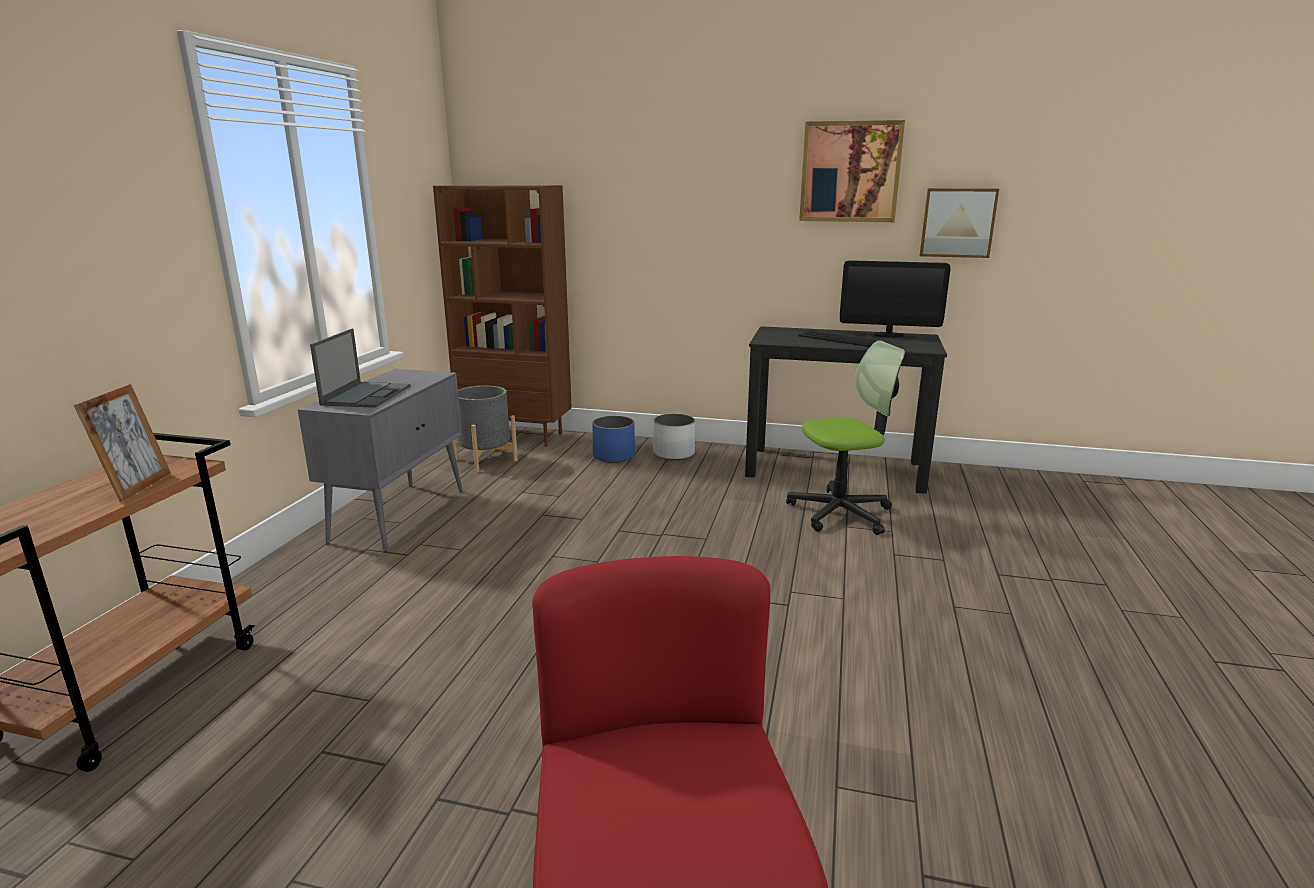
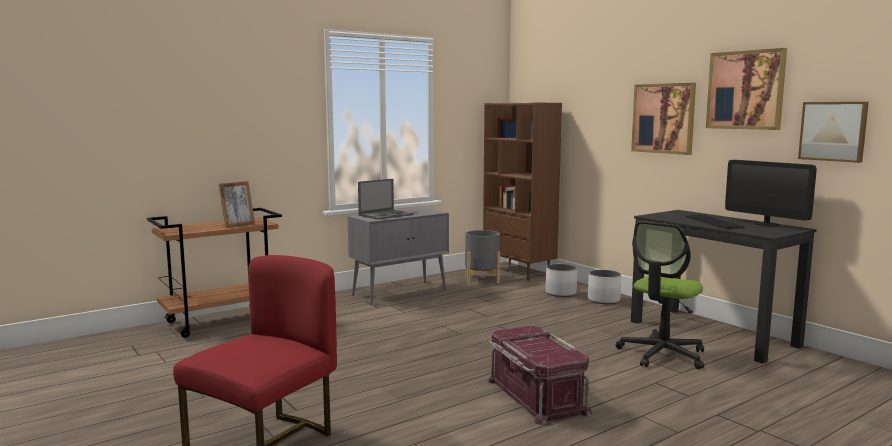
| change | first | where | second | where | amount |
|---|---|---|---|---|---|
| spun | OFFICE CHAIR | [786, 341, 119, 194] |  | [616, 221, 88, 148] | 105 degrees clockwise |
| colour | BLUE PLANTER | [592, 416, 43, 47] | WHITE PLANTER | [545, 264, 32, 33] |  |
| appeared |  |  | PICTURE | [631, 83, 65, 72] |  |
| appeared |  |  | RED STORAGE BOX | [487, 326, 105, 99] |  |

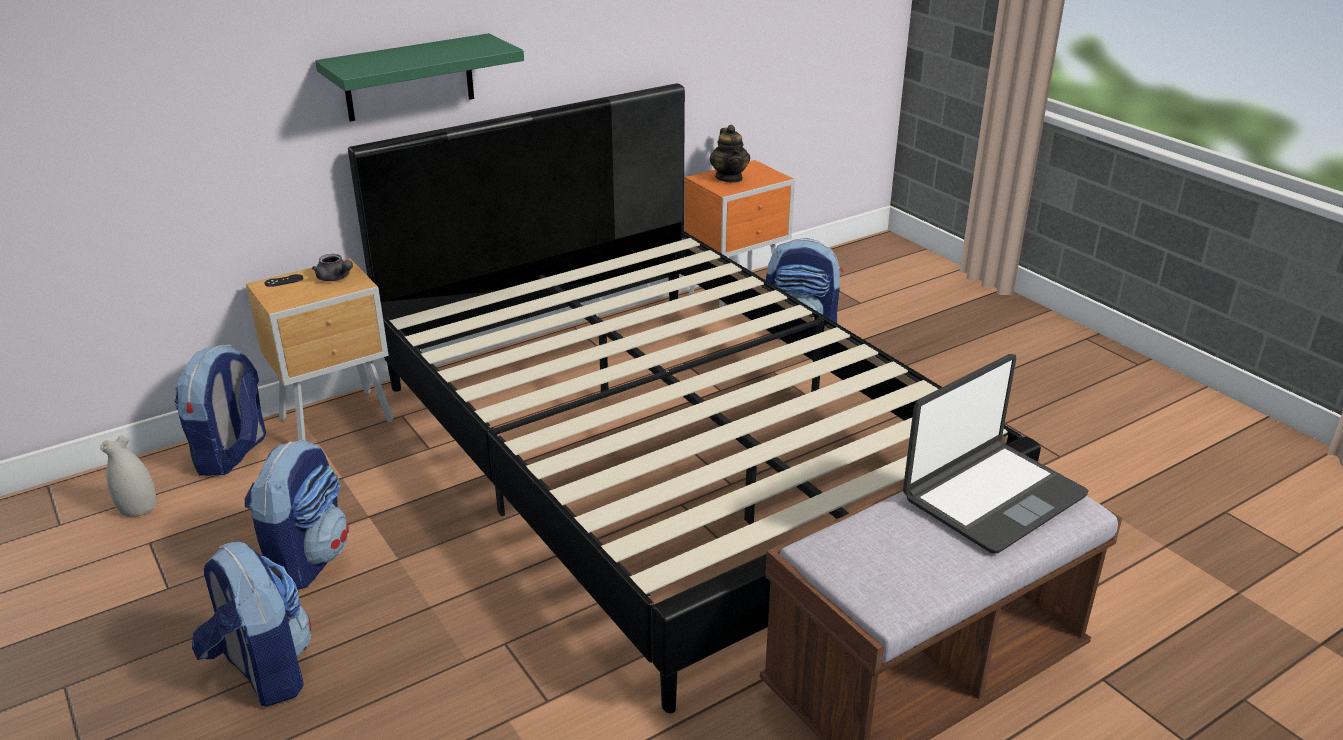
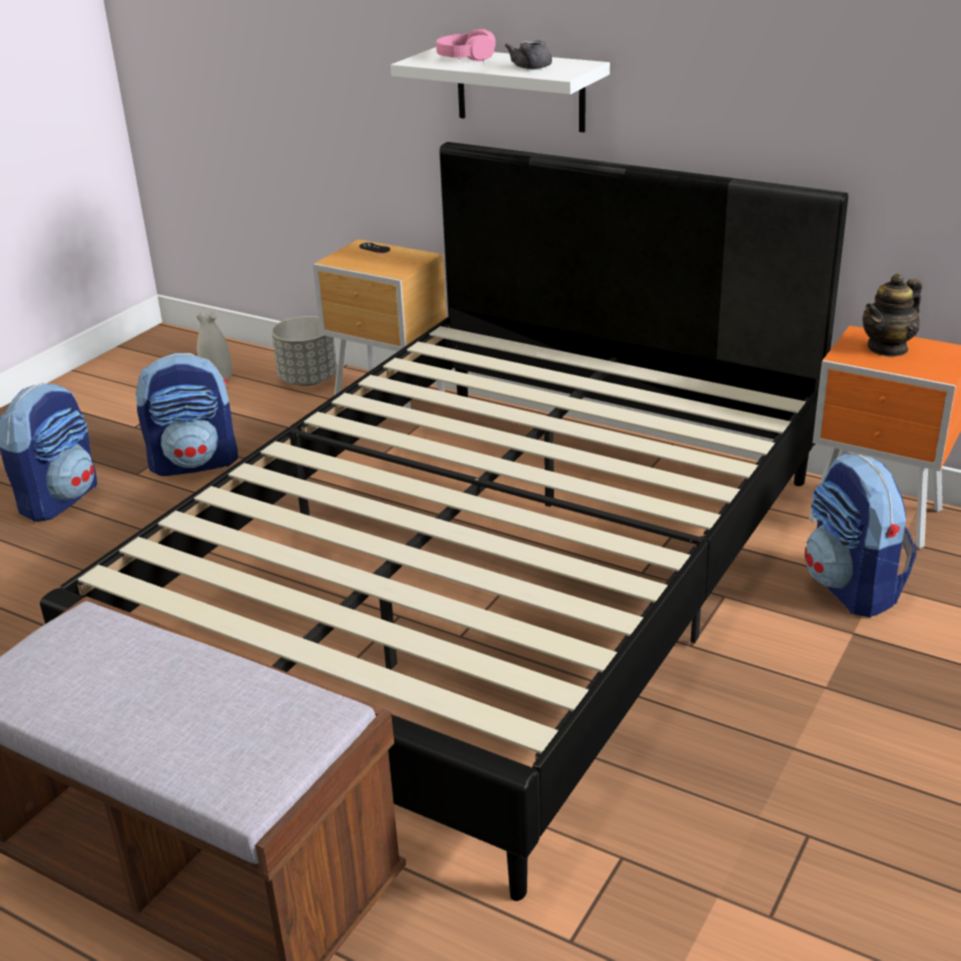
| change | first | where | second | where | amount |
|---|---|---|---|---|---|
| colour | GREEN SHELF | [315, 33, 209, 89] | WHITE SHELF | [391, 47, 219, 85] |  |
| relocated | GREY TEAPOT | [312, 254, 41, 27] |  | [505, 40, 47, 29] |  |
| exchanged | BACKPACK | [174, 344, 92, 132] | GREY PLANTER | [272, 316, 65, 70] |  |
| missing | LAPTOP | [903, 354, 186, 200] |  |  |  |
| appeared |  |  | PINK HEADPHONES | [436, 29, 60, 32] |  |

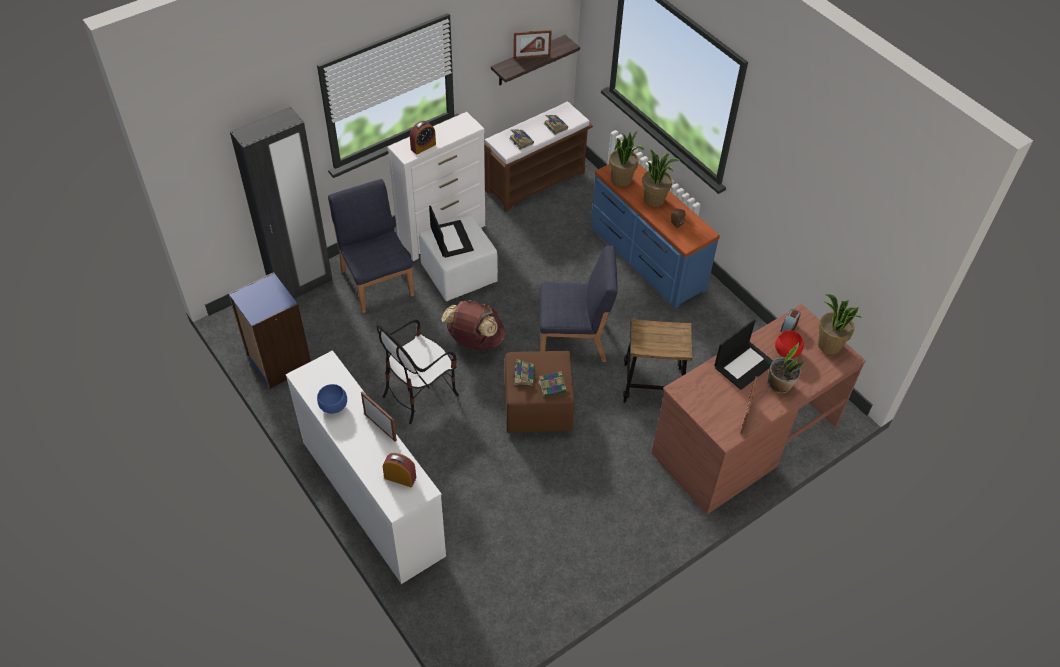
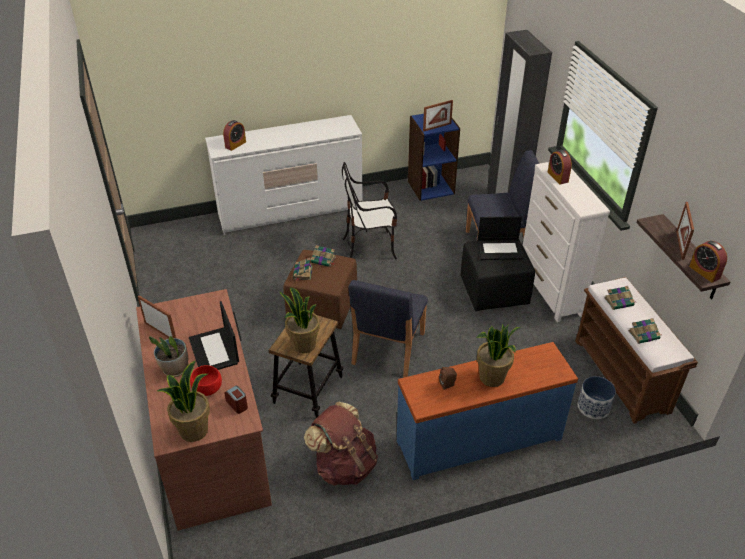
| change | first | where | second | where | amount |
|---|---|---|---|---|---|
| relocated | POTTED PLANT | [609, 131, 35, 56] |  | [280, 288, 40, 65] |  |
| colour | WHITE OTTOMAN | [419, 215, 79, 86] | BLACK OTTOMAN | [460, 240, 75, 71] |  |
| relocated | BROWN BACKPACK | [441, 300, 65, 50] |  | [304, 401, 74, 85] |  |
| spun | CHAIR | [376, 320, 83, 104] |  | [342, 162, 55, 97] | 75 degrees counterclockwise |
| missing | BLUE BOWL | [317, 384, 30, 30] |  |  |  |
| relocated | PICTURE FRAME | [361, 391, 36, 51] |  | [423, 100, 30, 31] |  |
| appeared |  |  | ALARM CLOCK | [689, 241, 38, 42] |  |
| appeared |  |  | PLANTER | [578, 376, 38, 43] |  |

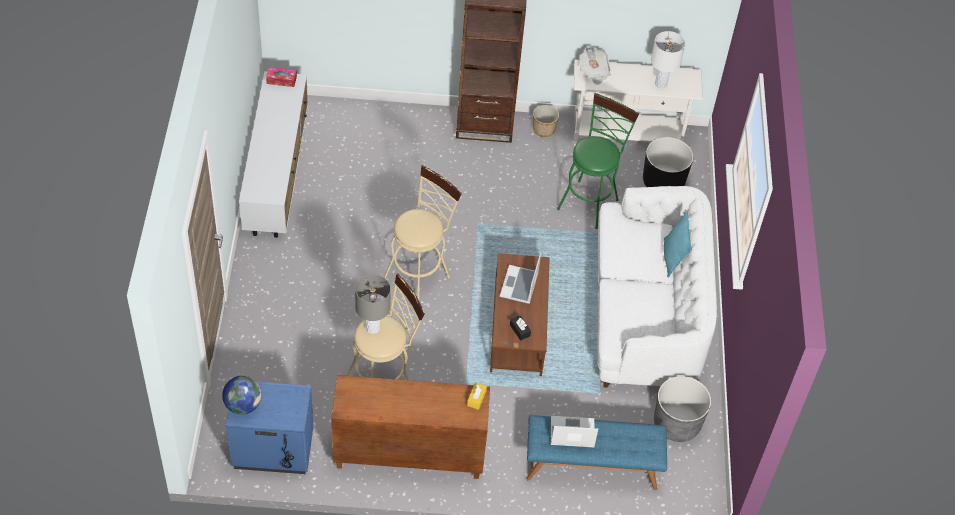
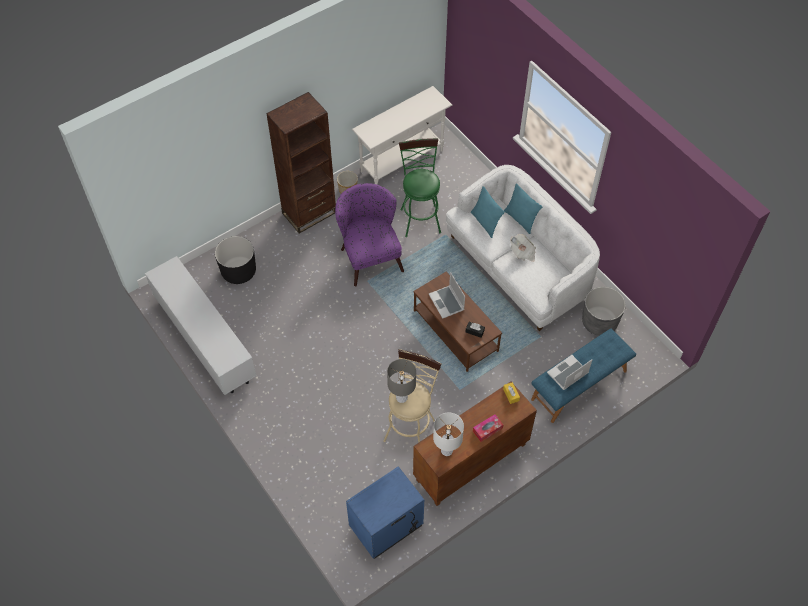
| change | first | where | second | where | amount |
|---|---|---|---|---|---|
| relocated | WHITE TABLE LAMP | [651, 31, 34, 57] |  | [433, 412, 31, 44] |  |
| relocated | NEWSPAPER | [579, 46, 32, 39] |  | [510, 234, 26, 28] |  |
| relocated | TISSUE BOX | [266, 67, 31, 20] |  | [473, 414, 30, 28] |  |
| relocated | BLACK PLANTER | [643, 137, 50, 50] |  | [215, 236, 41, 48] |  |
| missing | BEIGE STOOL | [384, 165, 78, 135] |  |  |  |
| missing | GLOBE | [222, 376, 40, 39] |  |  |  |
| appeared |  |  | PURPLE ARMCHAIR | [335, 183, 69, 103] |  |
| appeared |  |  | TURQUOISE PILLOW | [471, 186, 34, 52] |  |

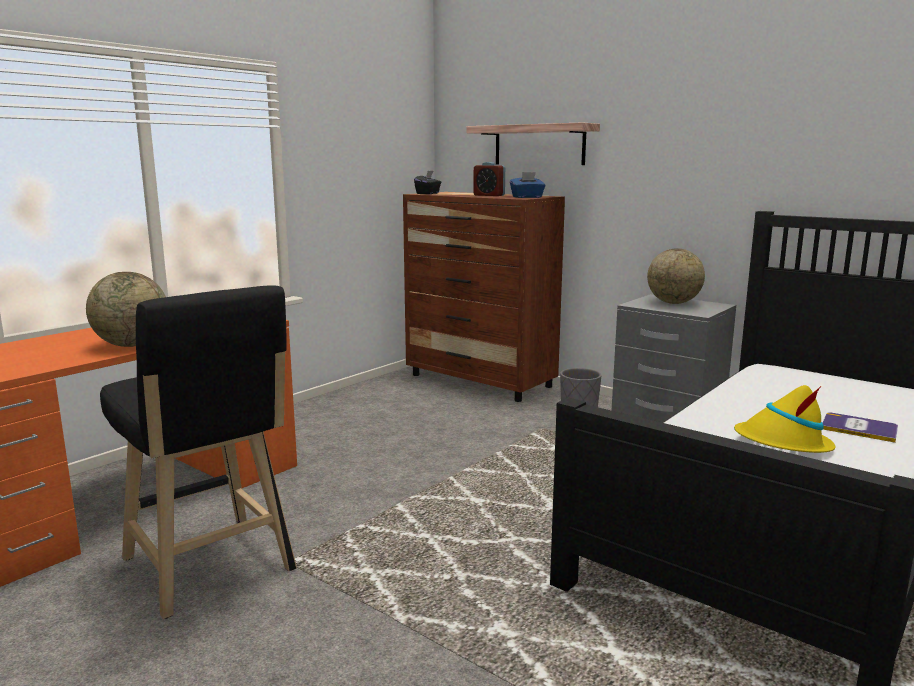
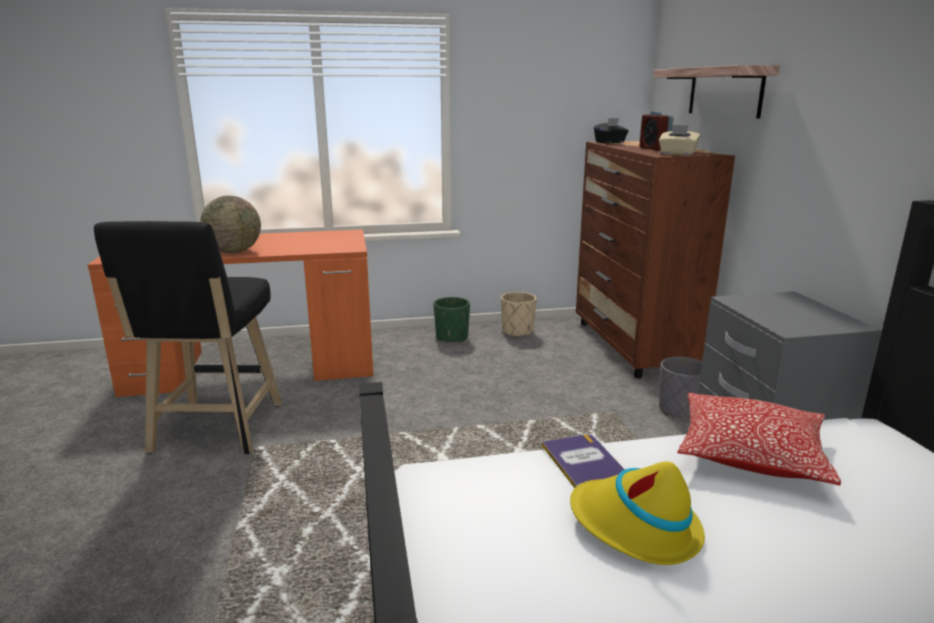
| change | first | where | second | where | amount |
|---|---|---|---|---|---|
| colour | BLUE TISSUE BOX | [510, 172, 36, 26] | BEIGE TISSUE BOX | [659, 125, 41, 30] |  |
| missing | GLOBE | [647, 248, 58, 56] |  |  |  |
| relocated | BOOK | [822, 413, 76, 30] |  | [542, 434, 83, 54] |  |
| appeared |  |  | BEIGE PLANTER | [501, 292, 36, 45] |  |
| appeared |  |  | GREEN PLANTER | [433, 297, 37, 46] |  |
| appeared |  |  | PILLOW | [677, 392, 164, 94] |  |

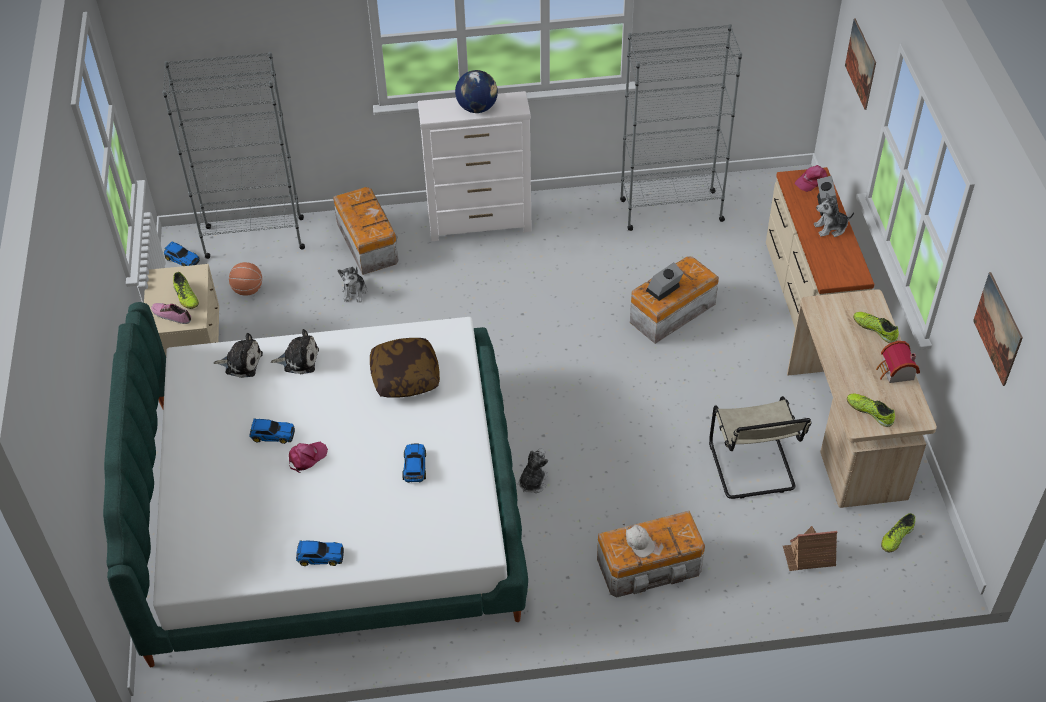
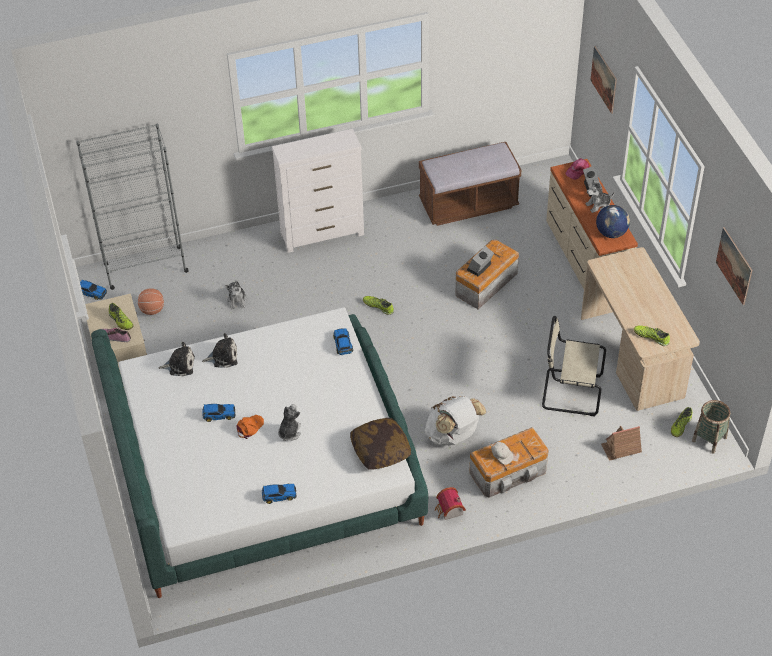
| change | first | where | second | where | amount |
|---|---|---|---|---|---|
| exchanged | GREY BOOKCASE | [620, 24, 122, 207] | BROWN BENCH | [419, 142, 102, 84] |  |
| relocated | GLOBE | [455, 70, 43, 43] |  | [596, 205, 34, 33] |  |
| missing | STORAGE BOX | [333, 187, 66, 88] |  |  |  |
| relocated | SHOE | [853, 312, 46, 31] |  | [363, 296, 31, 19] |  |
| relocated | PILLOW | [370, 338, 70, 60] |  | [350, 418, 61, 52] |  |
| relocated | TOY HOUSE | [876, 341, 44, 42] |  | [435, 487, 31, 33] |  |
| spun | BEIGE CHAIR | [709, 396, 102, 103] |  | [542, 316, 64, 100] | 120 degrees clockwise |
| colour | PINK CAP | [289, 442, 39, 31] | ORANGE CAP | [237, 415, 27, 24] |  |
| relocated | TOY CAR | [403, 444, 23, 39] |  | [333, 328, 20, 27] |  |
| relocated | PLUSH TOY | [519, 448, 30, 45] |  | [278, 404, 23, 37] |  |
| appeared |  |  | WHITE BACKPACK | [425, 396, 61, 49] |  |
| appeared |  |  | BASKET | [692, 400, 38, 54] |  |

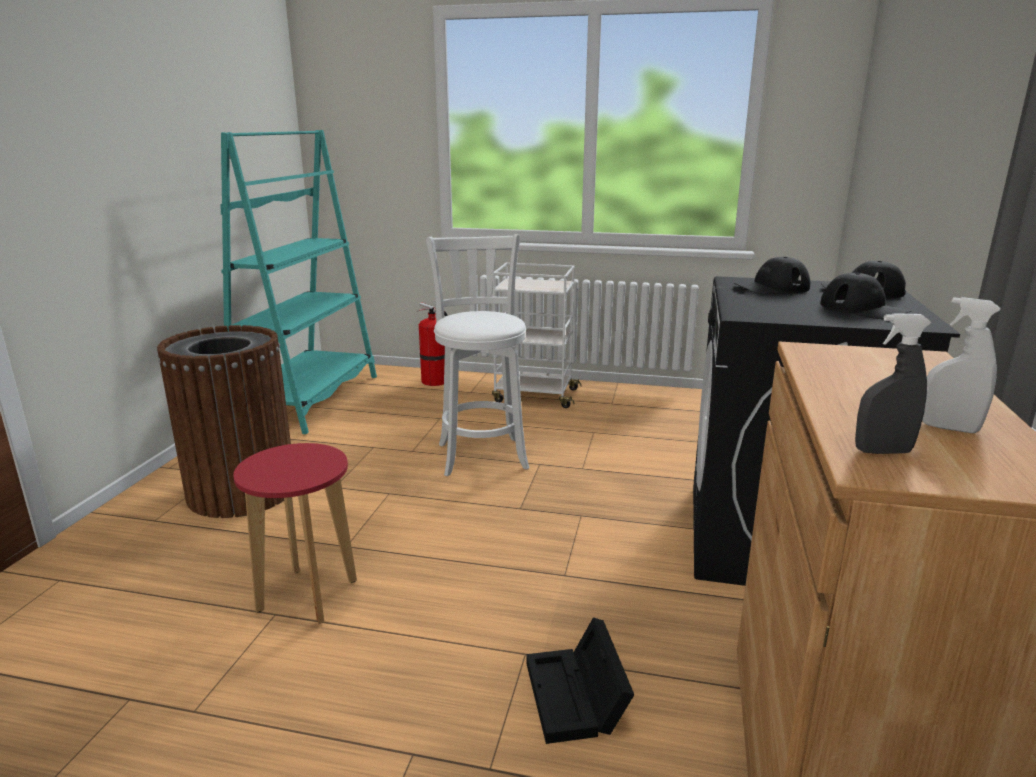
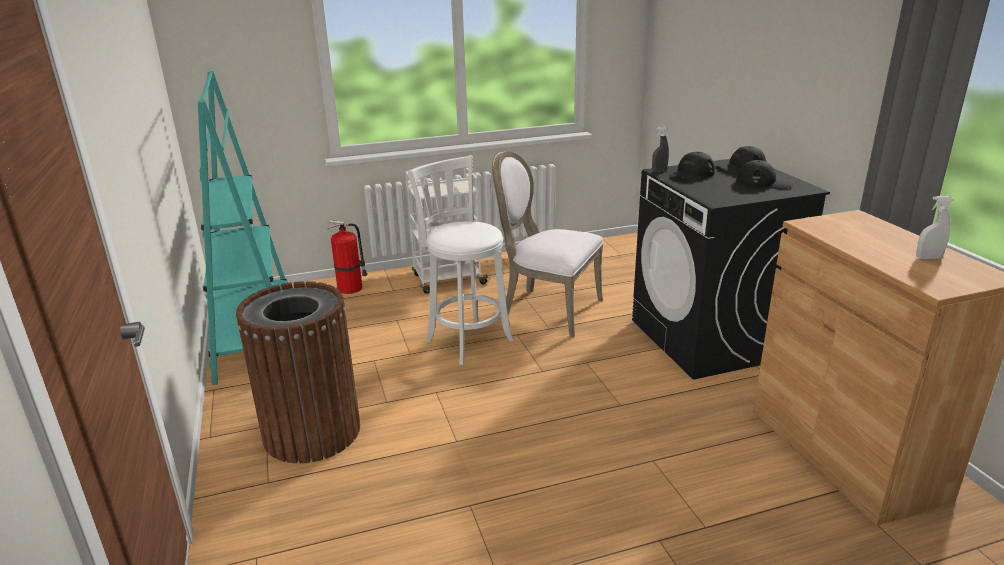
| change | first | where | second | where | amount |
|---|---|---|---|---|---|
| relocated | GREY SPRAY BOTTLE | [855, 313, 77, 141] |  | [652, 126, 17, 46] |  |
| missing | RED STOOL | [233, 443, 124, 181] |  |  |  |
| missing | BLACK STORAGE BOX | [526, 618, 108, 126] |  |  |  |
| appeared |  |  | WHITE CHAIR | [492, 151, 111, 186] |  |

